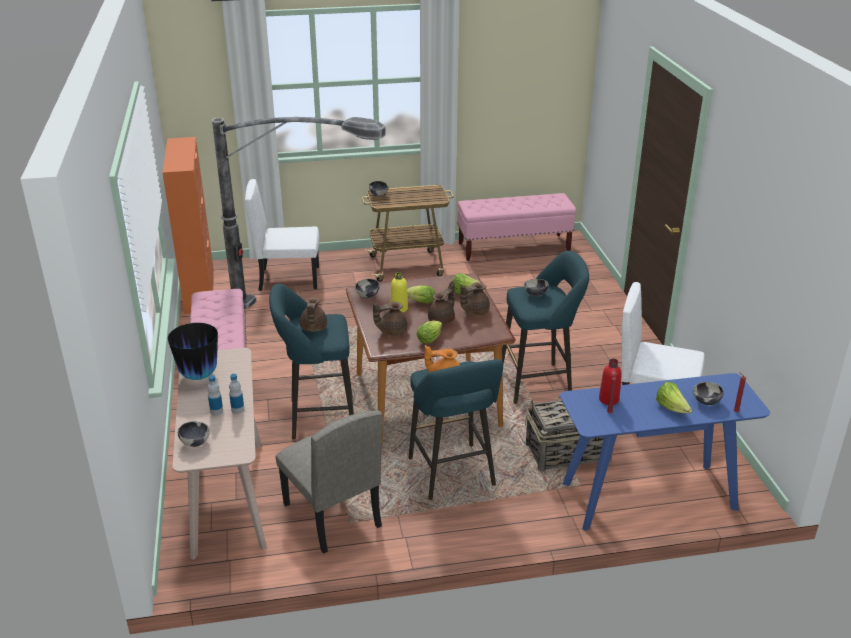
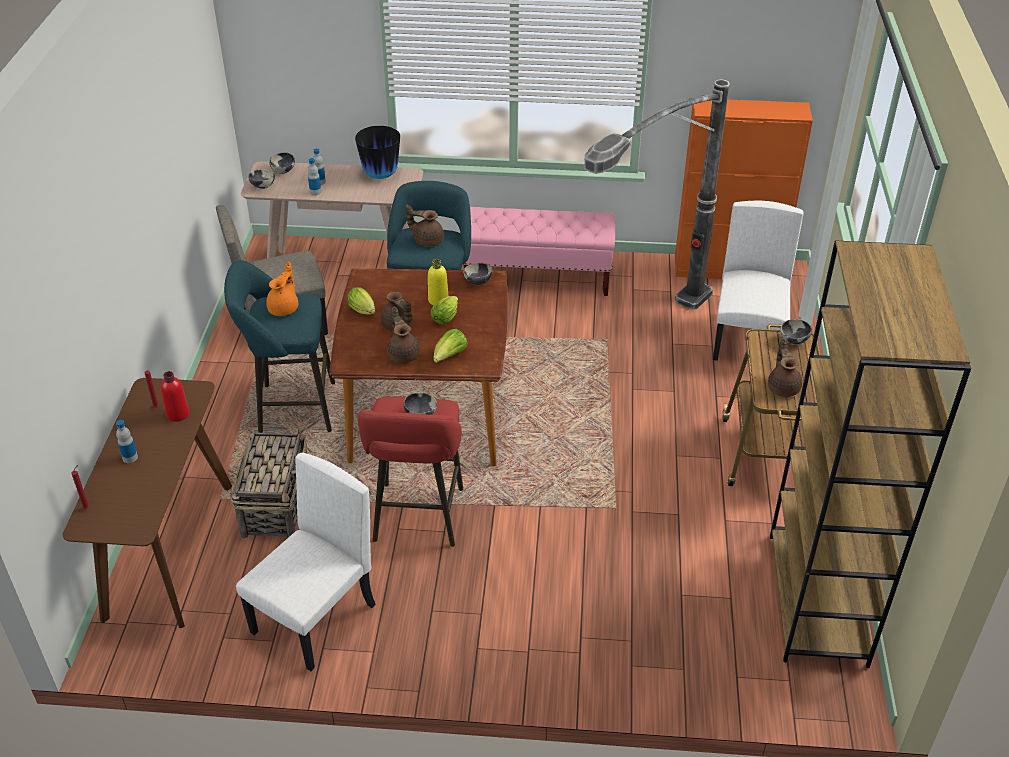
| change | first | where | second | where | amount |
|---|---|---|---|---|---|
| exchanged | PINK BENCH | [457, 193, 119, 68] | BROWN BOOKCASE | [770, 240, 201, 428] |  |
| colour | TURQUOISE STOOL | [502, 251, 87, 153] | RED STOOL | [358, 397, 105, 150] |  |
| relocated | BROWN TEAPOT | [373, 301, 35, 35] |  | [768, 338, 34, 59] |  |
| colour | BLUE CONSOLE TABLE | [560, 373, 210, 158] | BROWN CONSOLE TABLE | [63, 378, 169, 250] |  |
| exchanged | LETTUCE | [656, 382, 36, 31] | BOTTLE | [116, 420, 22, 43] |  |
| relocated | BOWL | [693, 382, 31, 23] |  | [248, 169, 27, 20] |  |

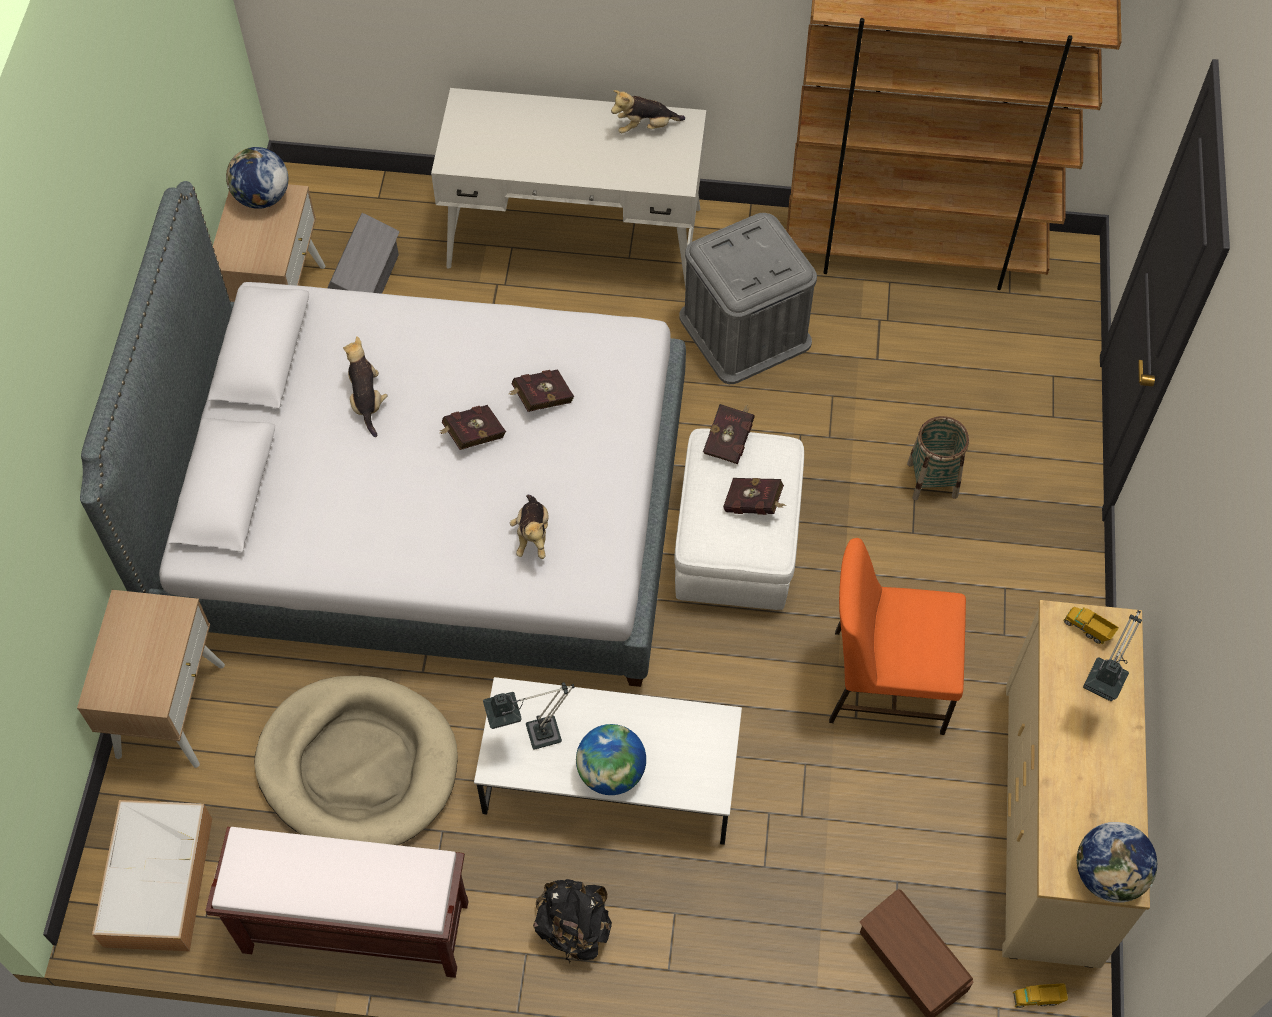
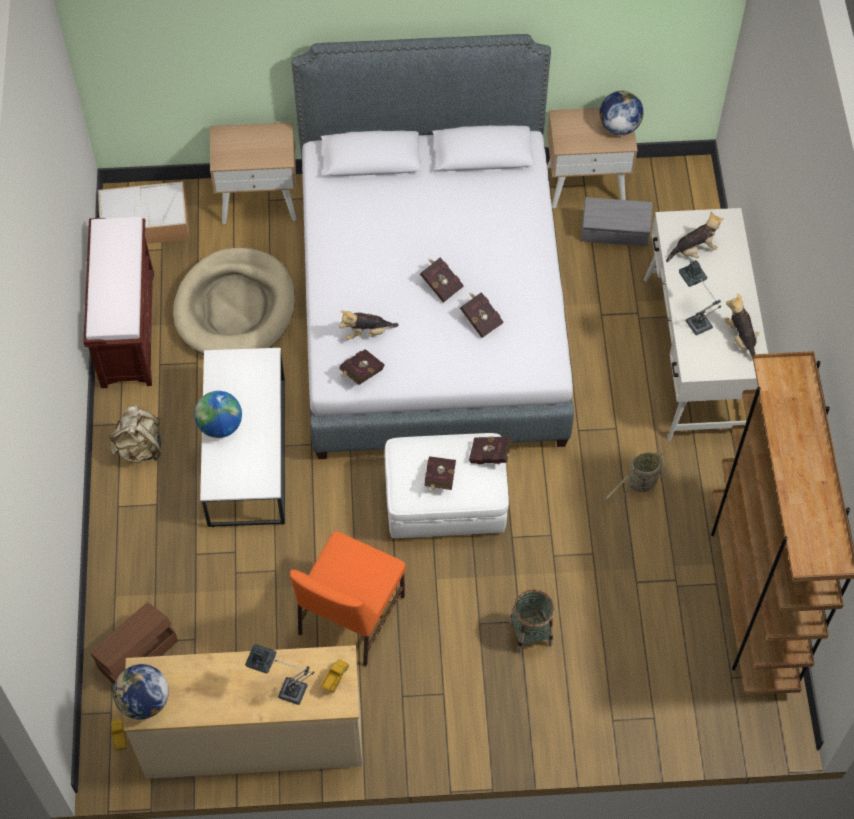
| change | first | where | second | where | amount |
|---|---|---|---|---|---|
| exchanged | GREY STORAGE BOX | [679, 213, 138, 171] | BASKET | [605, 451, 64, 54] |  |
| relocated | PLUSH TOY | [343, 336, 44, 101] |  | [666, 212, 58, 50] |  |
| spun | ORANGE CHAIR | [829, 538, 137, 197] |  | [290, 531, 116, 135] | 150 degrees counterclockwise |
| relocated | TABLE LAMP | [483, 682, 92, 68] |  | [679, 260, 42, 75] |  |
| colour | BLACK BACKPACK | [533, 879, 79, 84] | BEIGE BACKPACK | [109, 405, 53, 58] |  |
| appeared |  |  | RED BOOK | [339, 349, 46, 36] |  |

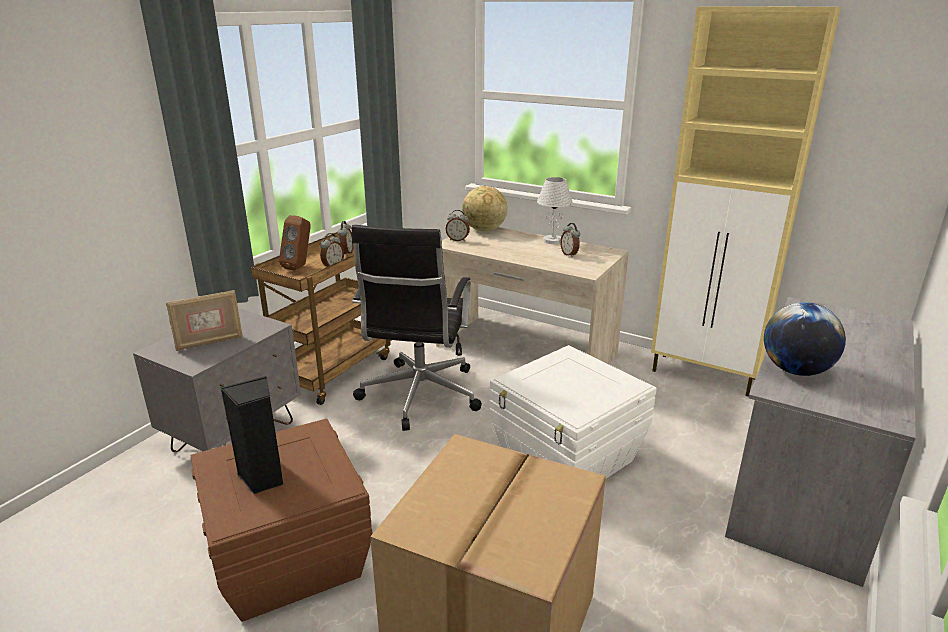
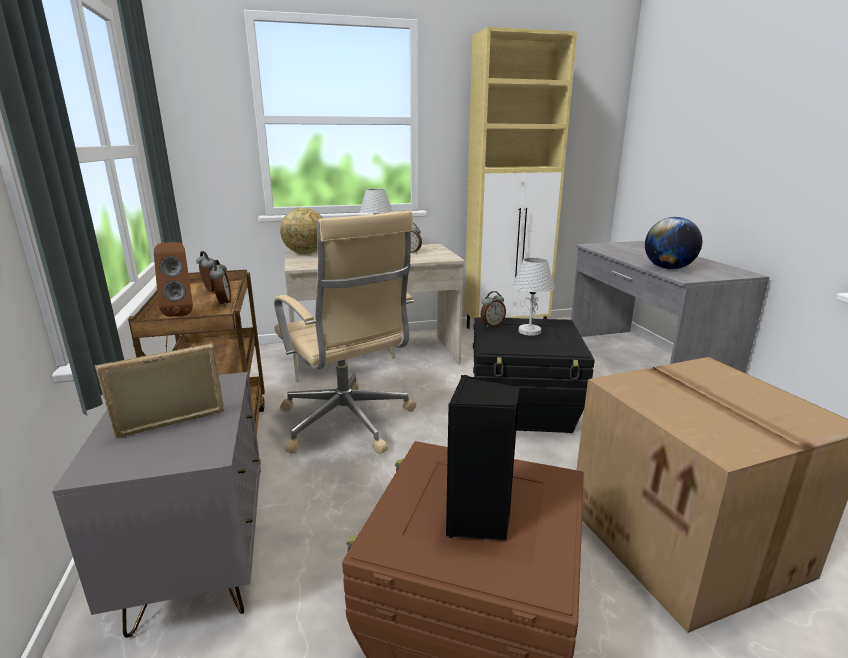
| change | first | where | second | where | amount |
|---|---|---|---|---|---|
| relocated | ALARM CLOCK | [446, 210, 24, 31] |  | [481, 291, 25, 36] |  |
| colour | BLACK OFFICE CHAIR | [351, 225, 131, 206] | BEIGE OFFICE CHAIR | [274, 211, 142, 243] |  |
| spun | PICTURE FRAME | [166, 290, 77, 61] |  | [95, 344, 129, 94] | 135 degrees counterclockwise |
| colour | WHITE STORAGE BOX | [490, 345, 167, 133] | BLACK STORAGE BOX | [473, 317, 122, 116] |  |
| appeared |  |  | WHITE TABLE LAMP | [512, 257, 43, 79] |  |

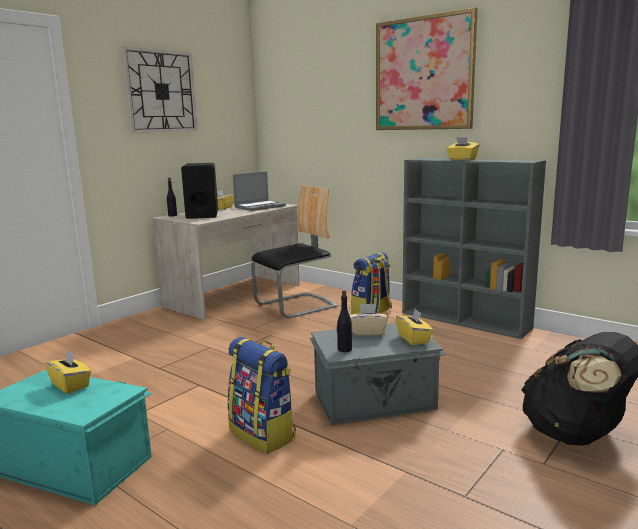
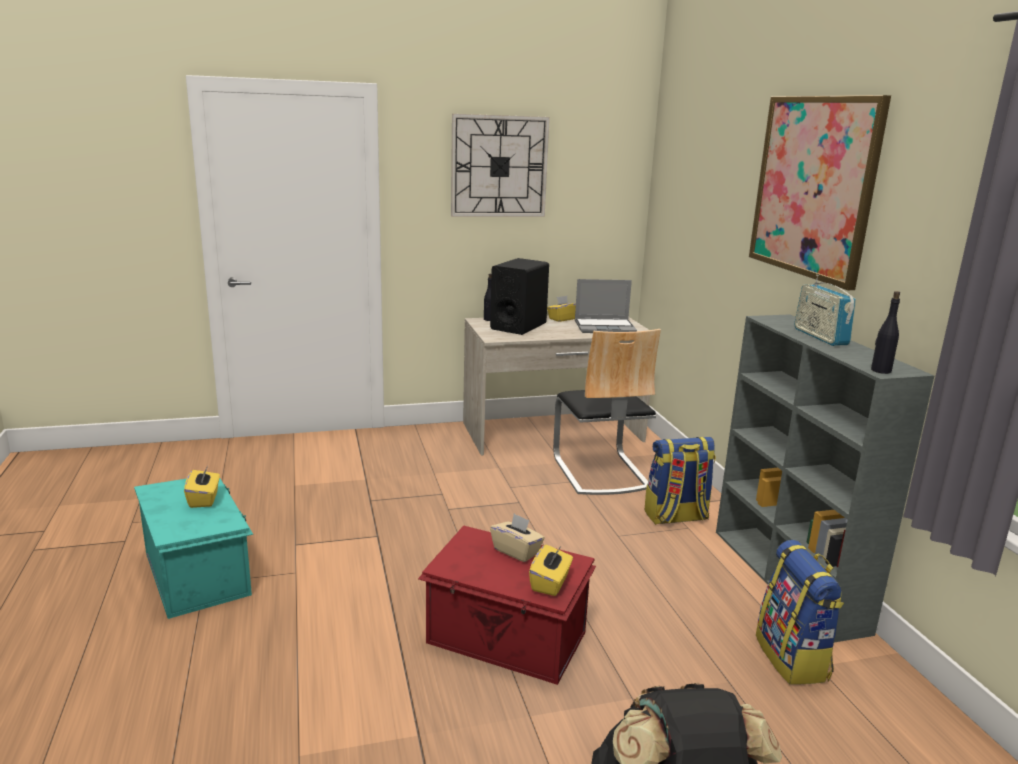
| change | first | where | second | where | amount |
|---|---|---|---|---|---|
| exchanged | YELLOW TISSUE BOX | [447, 137, 33, 23] | RADIO | [794, 275, 62, 71] |  |
| spun | CHAIR | [251, 185, 86, 134] |  | [553, 329, 108, 166] | 75 degrees clockwise |
| relocated | BLACK BOTTLE | [337, 290, 15, 62] |  | [871, 291, 29, 83] |  |
| colour | GREY STORAGE BOX | [310, 323, 136, 102] | RED STORAGE BOX | [418, 525, 178, 160] |  |
| relocated | BACKPACK | [227, 337, 69, 117] |  | [756, 540, 88, 144] |  |

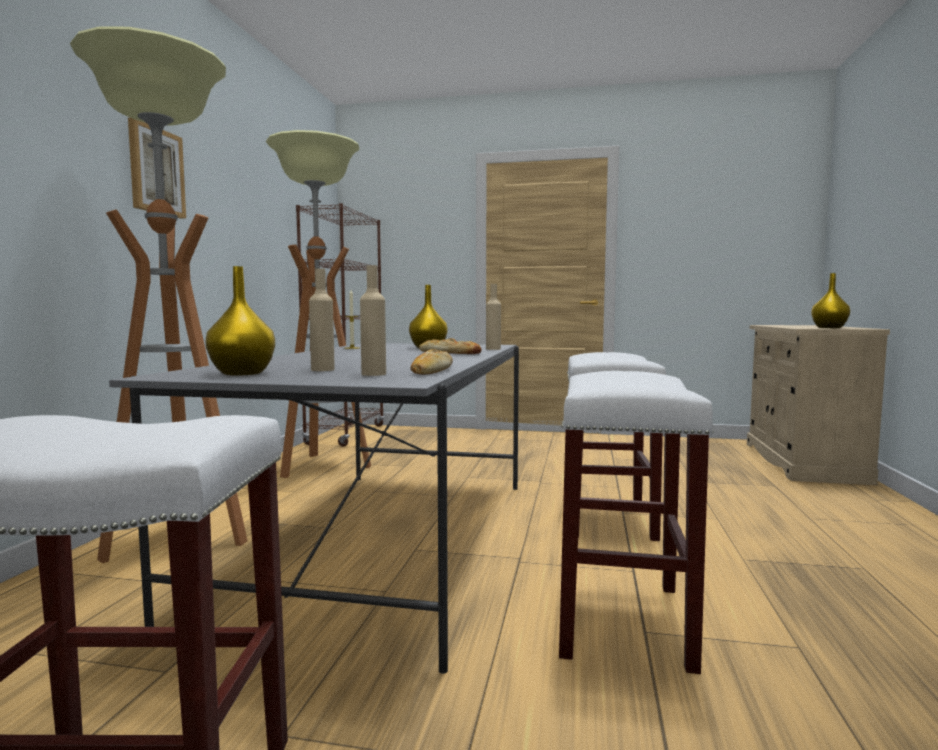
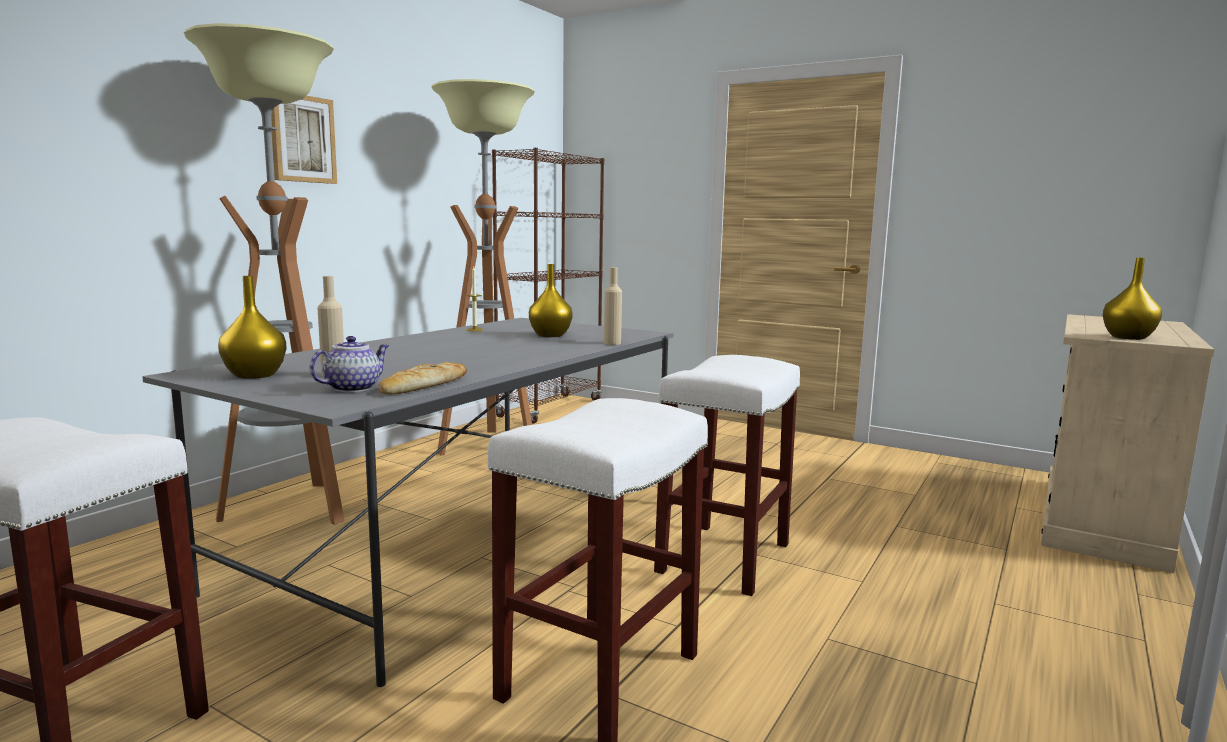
| change | first | where | second | where | amount |
|---|---|---|---|---|---|
| exchanged | BEIGE BOTTLE | [360, 265, 26, 111] | TEAPOT | [309, 336, 80, 56] |  |
| missing | BREAD | [419, 338, 63, 16] |  |  |  |

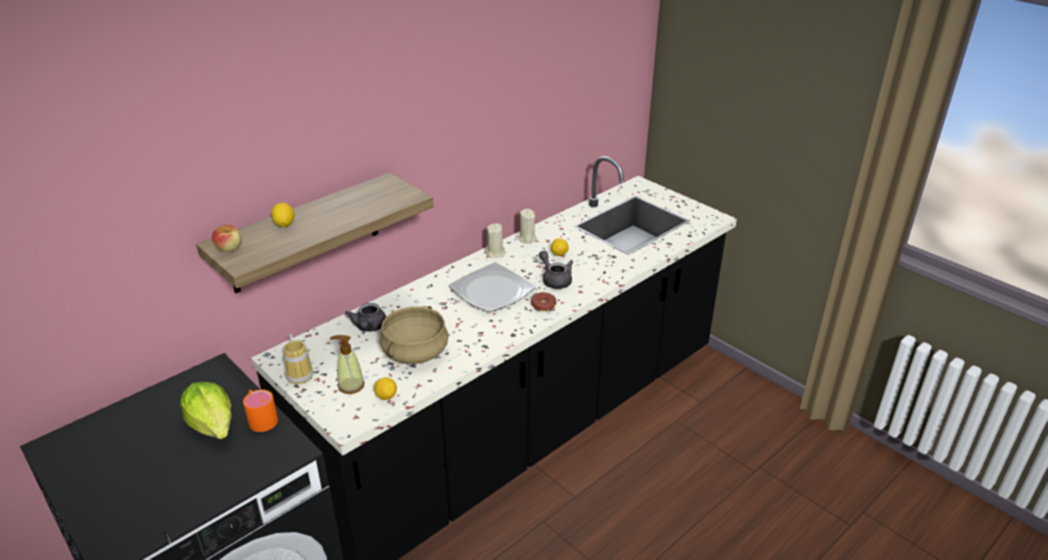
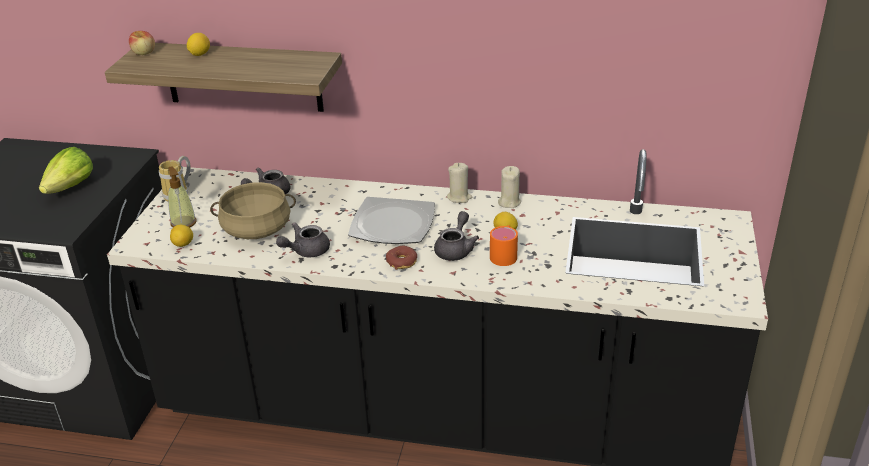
| change | first | where | second | where | amount |
|---|---|---|---|---|---|
| relocated | ORANGE MUG | [243, 390, 35, 42] |  | [490, 225, 28, 41] |  |
| appeared |  |  | GREY TEAPOT | [276, 222, 54, 35] |  |

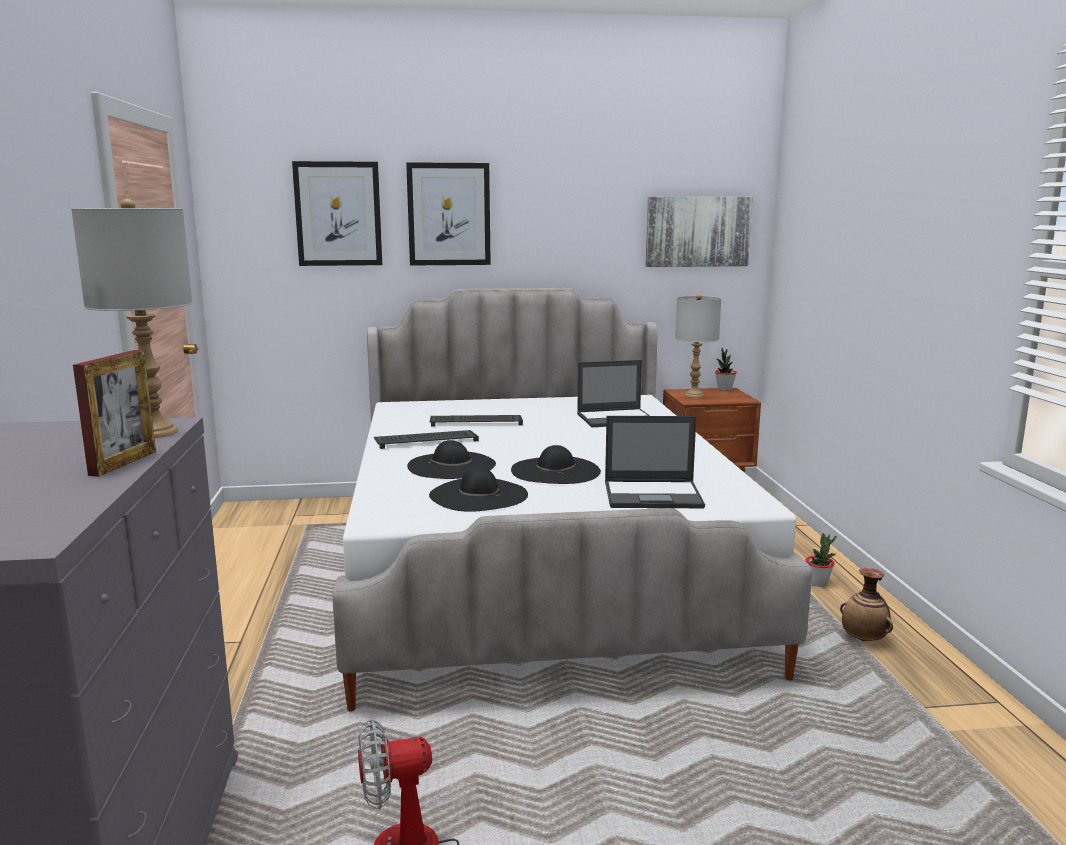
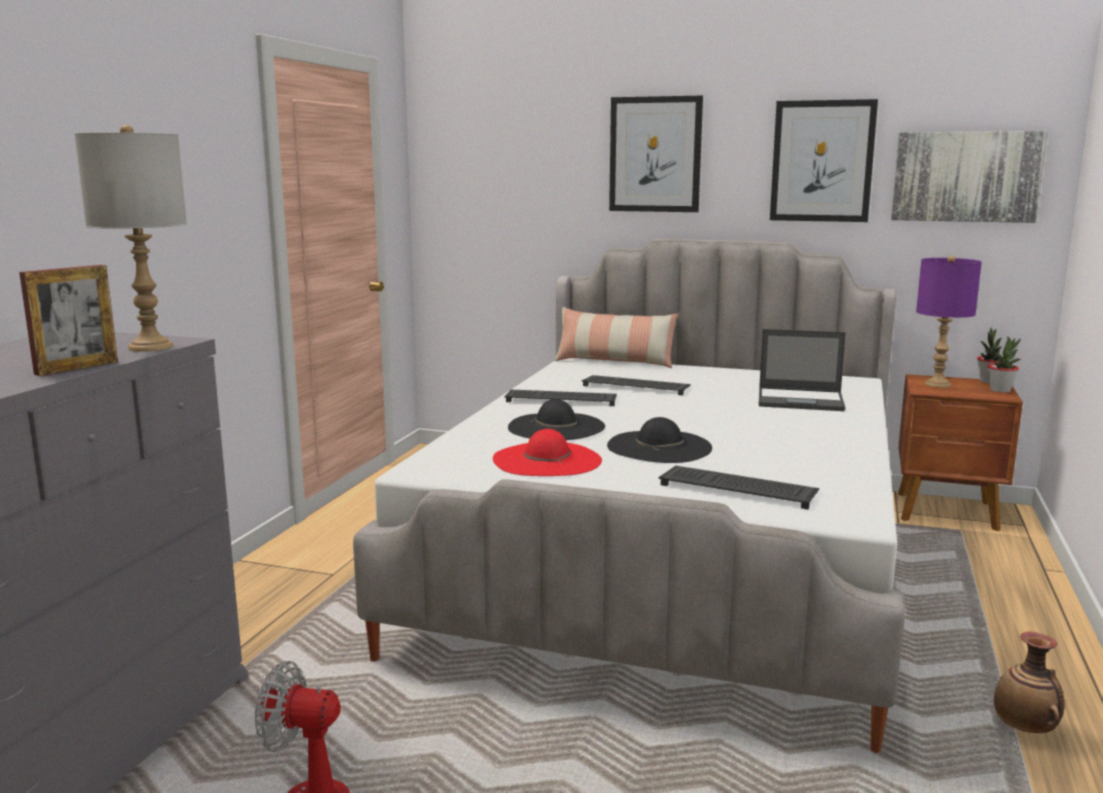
| change | first | where | second | where | amount |
|---|---|---|---|---|---|
| relocated | PICTURE | [292, 161, 90, 105] |  | [770, 99, 108, 123] |  |
| colour | GREY TABLE LAMP | [675, 294, 46, 104] | PURPLE TABLE LAMP | [916, 255, 66, 133] |  |
| exchanged | LAPTOP | [605, 416, 100, 92] | KEYBOARD | [659, 466, 160, 44] |  |
| colour | BLACK HAT | [429, 467, 99, 45] | RED HAT | [493, 429, 109, 47] |  |
| relocated | POTTED PLANT | [805, 533, 31, 54] |  | [988, 337, 33, 56] |  |
| appeared |  |  | PILLOW | [555, 307, 123, 61] |  |

